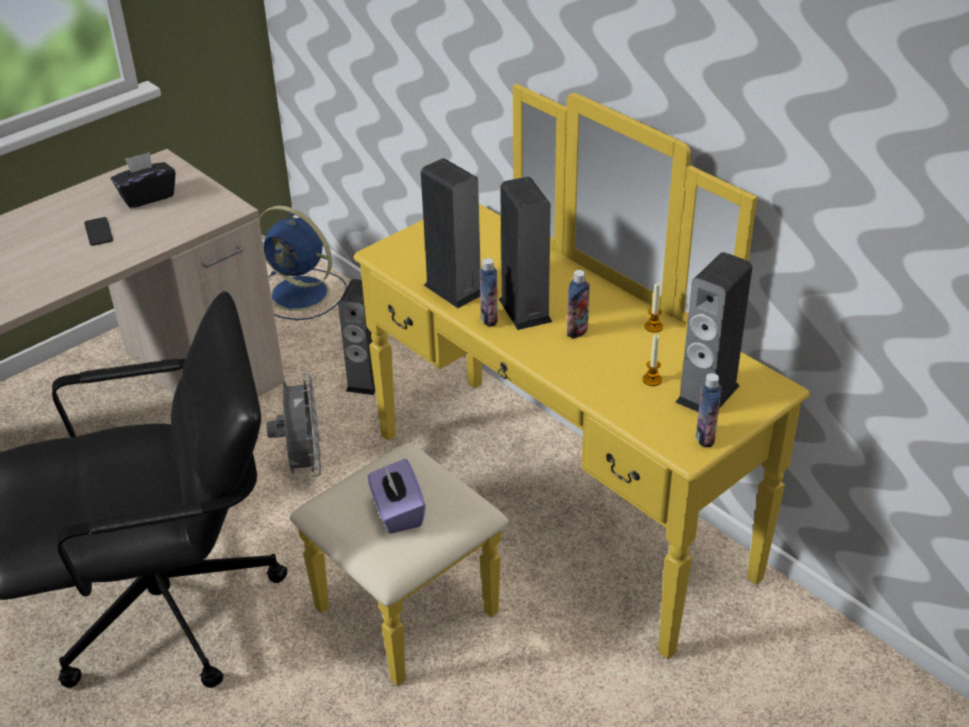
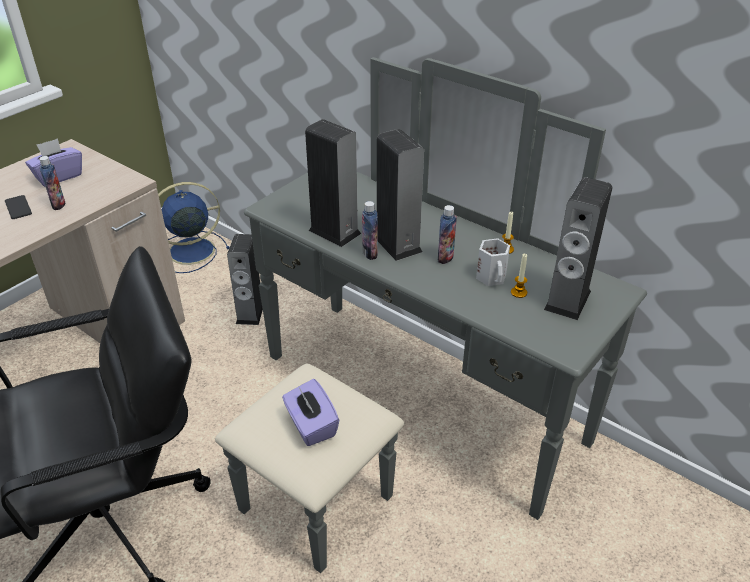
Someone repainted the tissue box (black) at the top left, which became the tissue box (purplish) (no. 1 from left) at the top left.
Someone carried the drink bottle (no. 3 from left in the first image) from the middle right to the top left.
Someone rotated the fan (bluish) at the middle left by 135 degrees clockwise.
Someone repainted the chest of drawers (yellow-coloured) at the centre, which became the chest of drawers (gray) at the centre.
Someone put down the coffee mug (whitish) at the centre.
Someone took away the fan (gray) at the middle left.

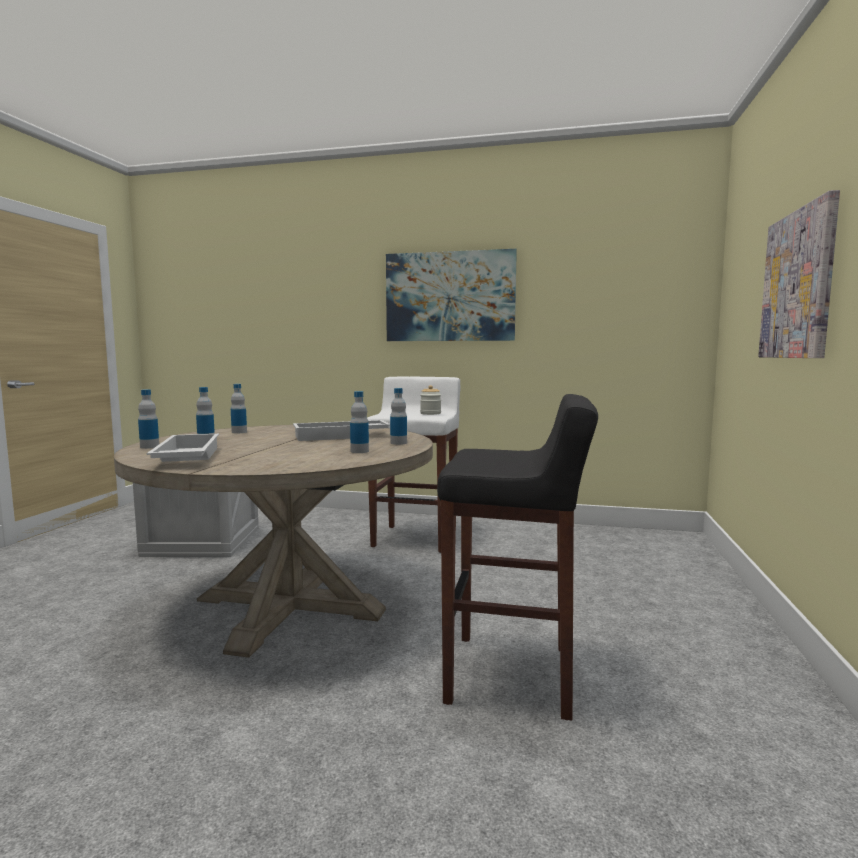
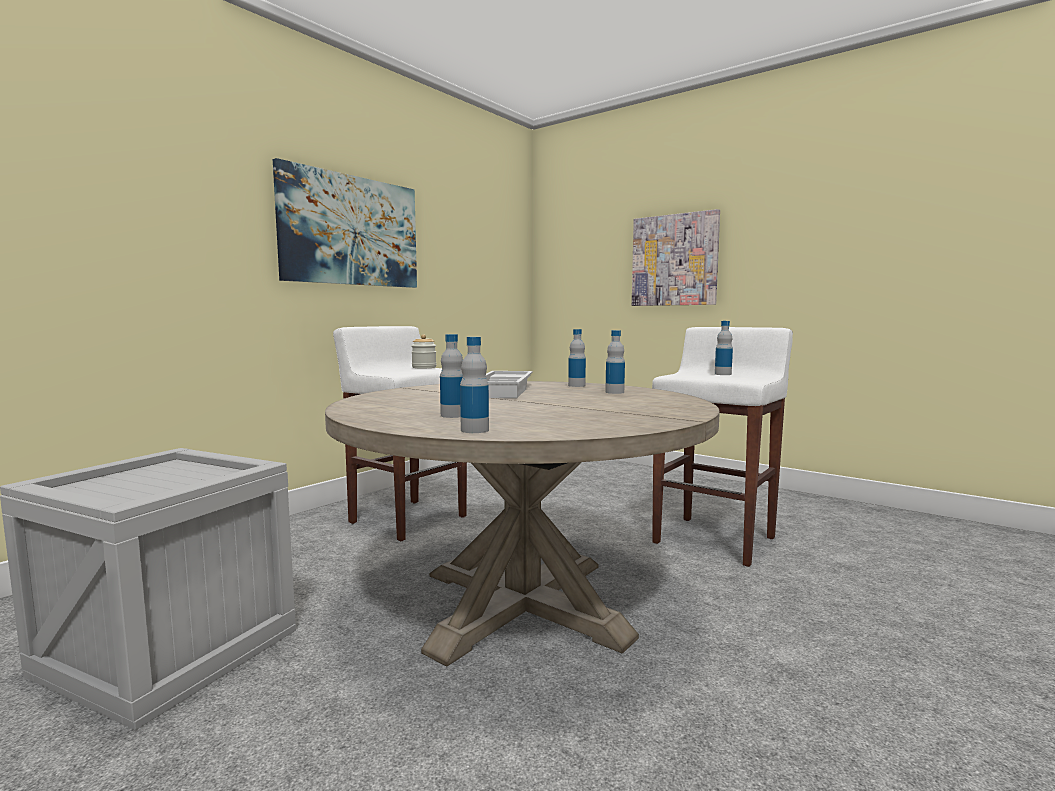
Someone repainted the stool (black) at the centre, which became the stool (whitish) (no. 2 from left) at the middle right.
Someone carried the drink bottle (no. 3 from left in the first image) from the middle left to the middle right.
Someone took away the carrying tray (whitish) (no. 1 from left) at the middle left.

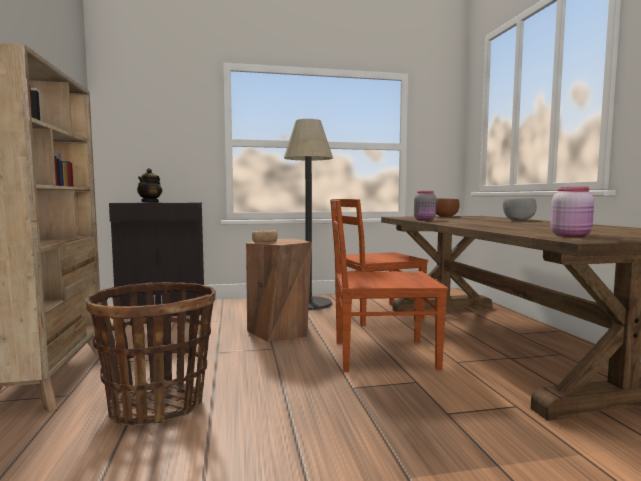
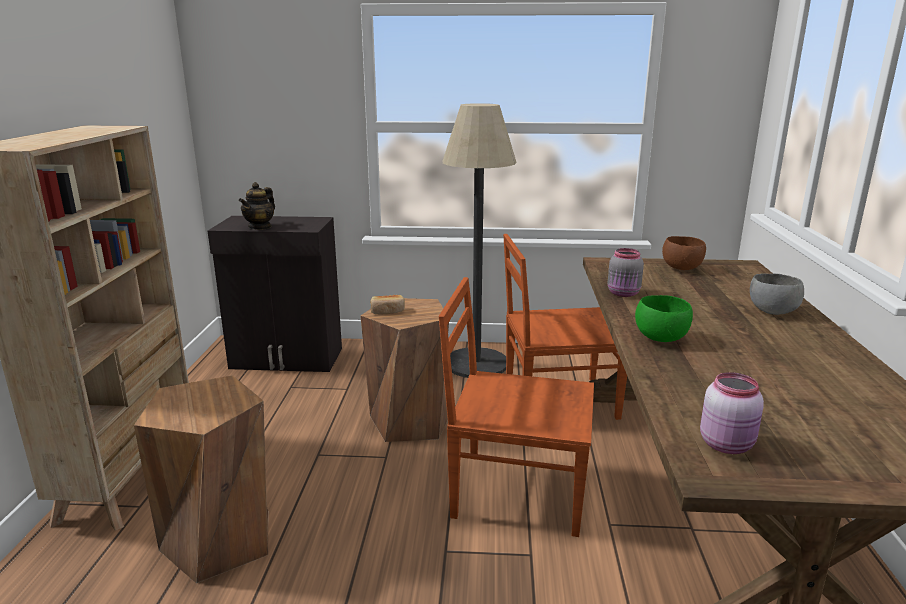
Someone swapped the basket at the bottom left for the stool (brown) (no. 1 from left) at the bottom left.
Someone put down the bowl (green) at the middle right.

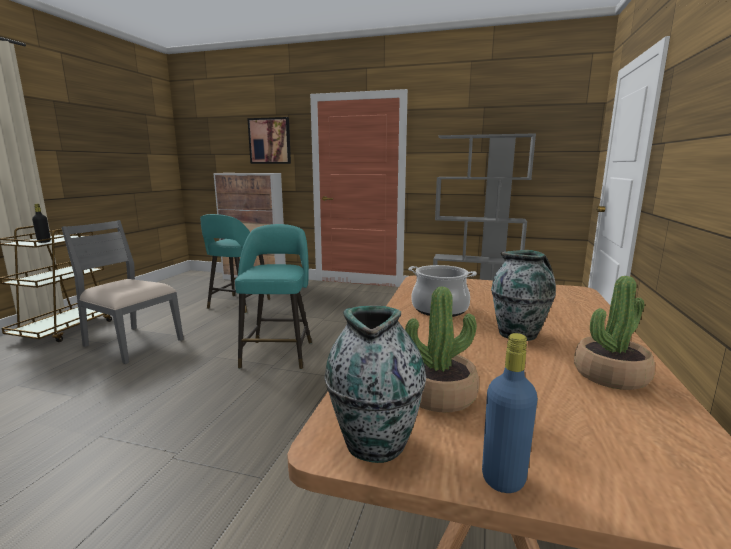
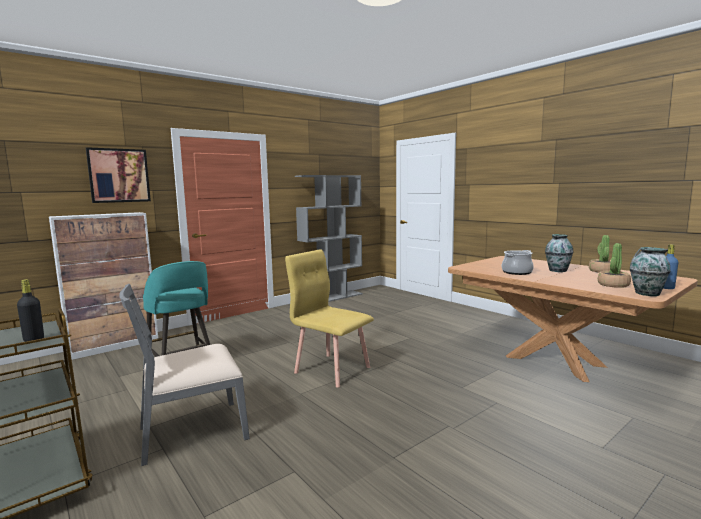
Someone swapped the stool (blue-green) (no. 2 from left) at the centre for the chair (yellow-coloured) at the centre.

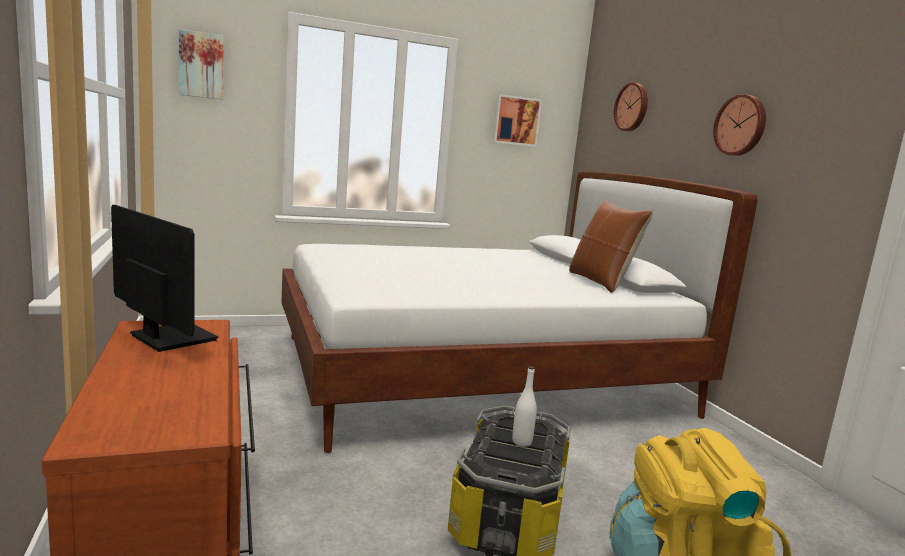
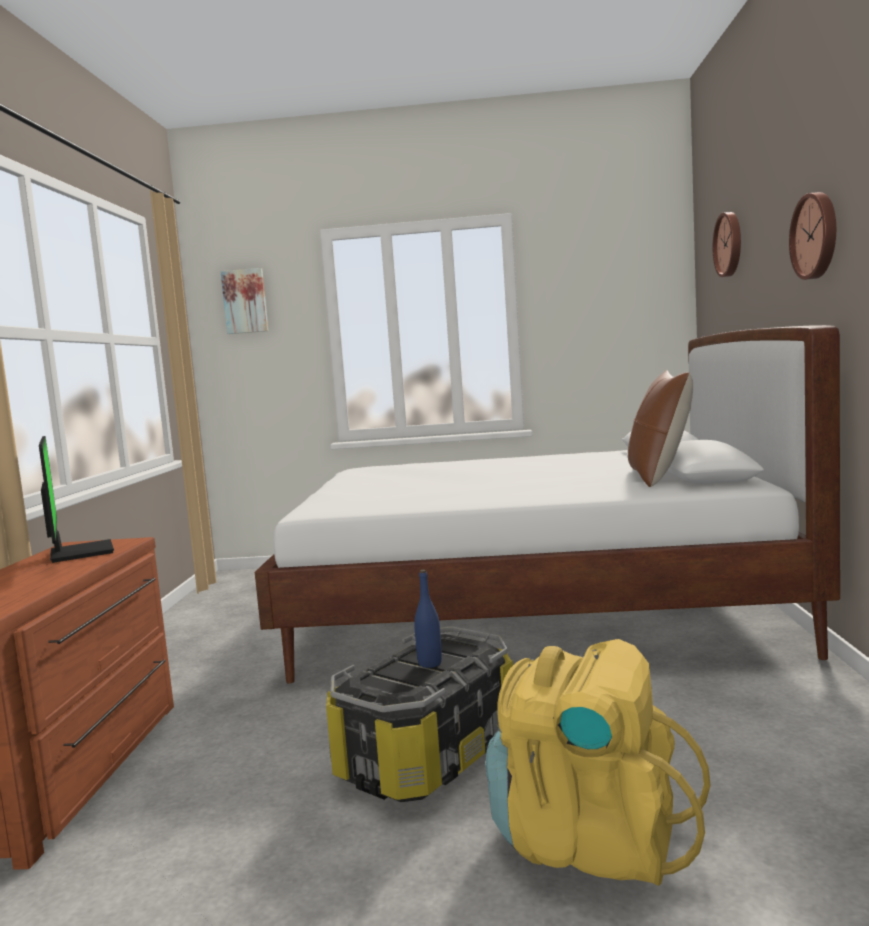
Someone repainted the drink bottle (whitish) at the bottom centre, which became the drink bottle (bluish) at the bottom centre.
Someone took away the picture (no. 2 from left) at the top centre.

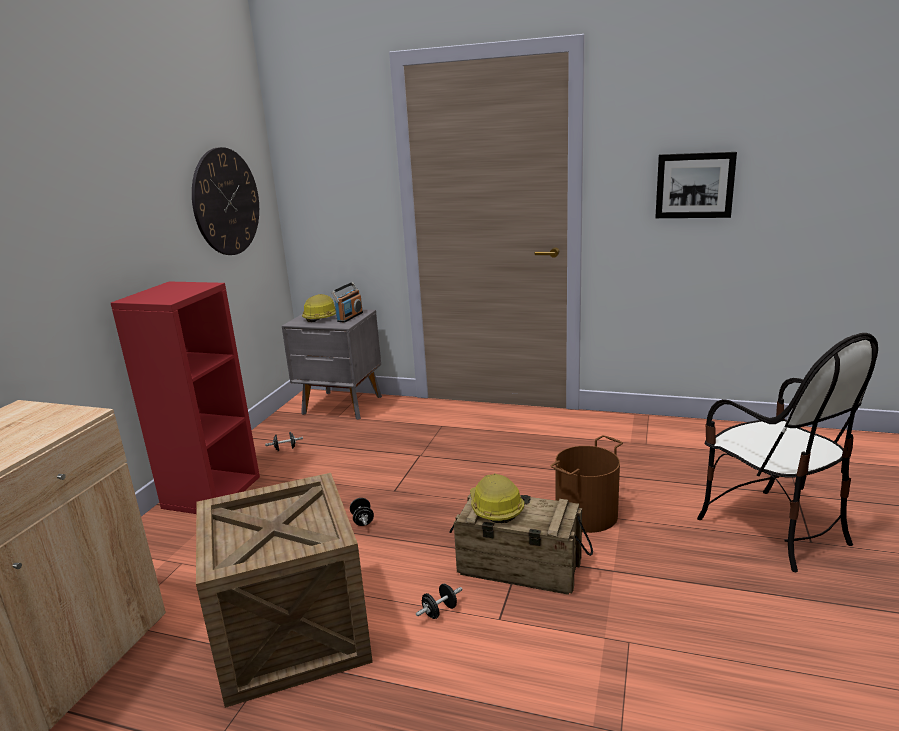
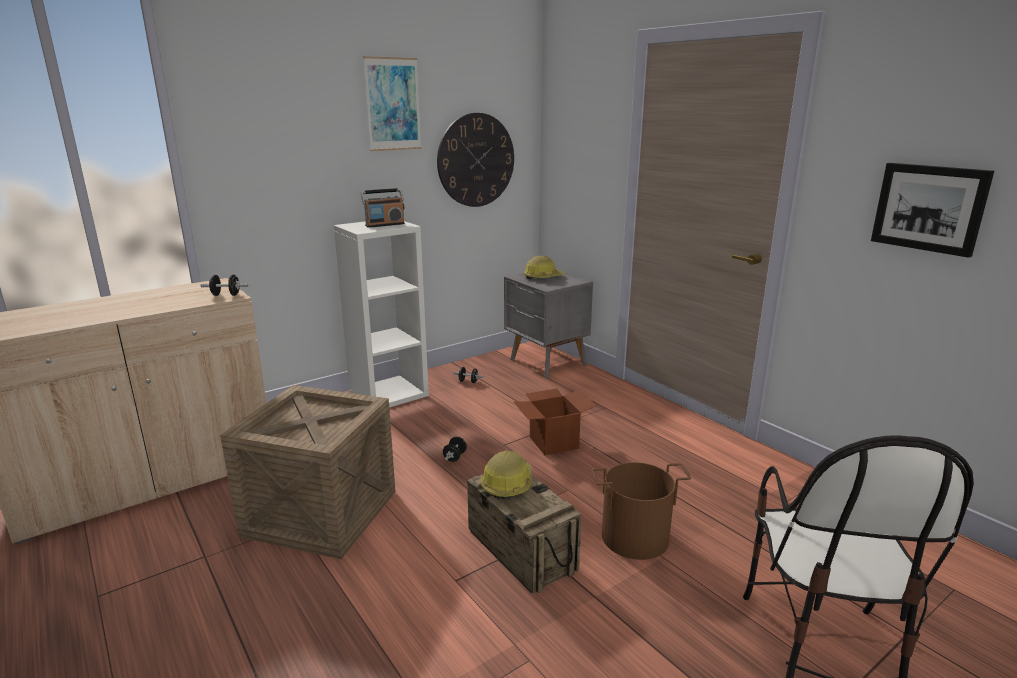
Someone carried the dumbbell (black) (no. 3 from left in the first image) from the bottom centre to the middle left.
Someone repainted the shelving unit (red) at the middle left, which became the shelving unit (whitish) at the centre.
Someone carried the radio receiver from the centre to the top centre.
Someone put up the picture (no. 1 from left) at the top centre.
Someone put down the cardboard box at the centre.

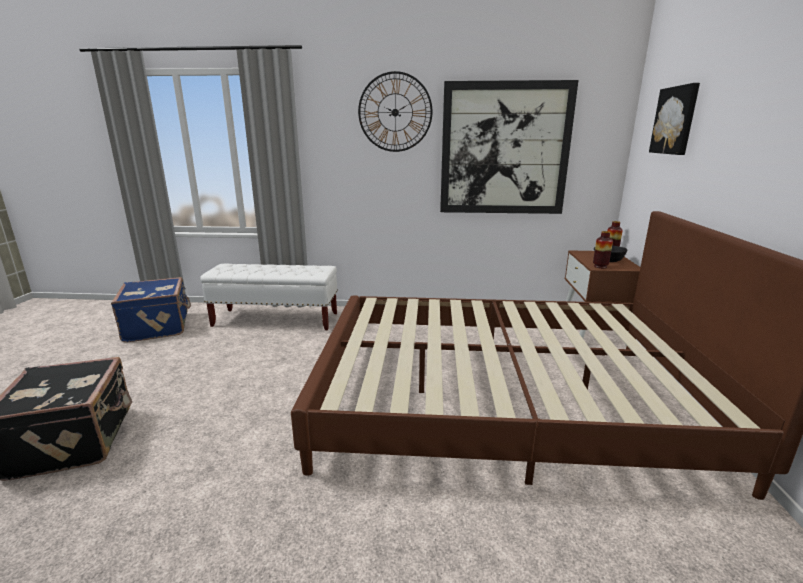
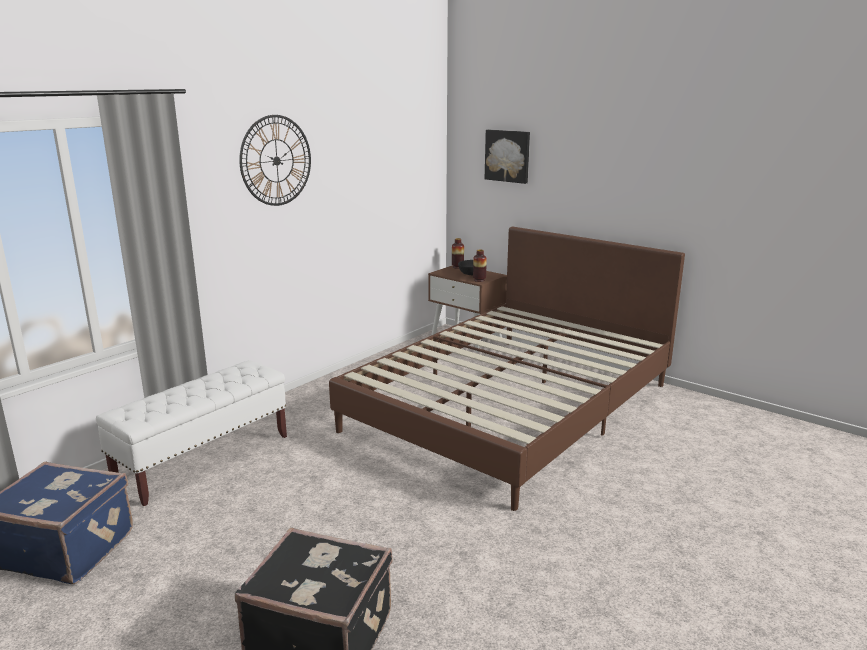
Someone took away the picture (no. 1 from left) at the top centre.

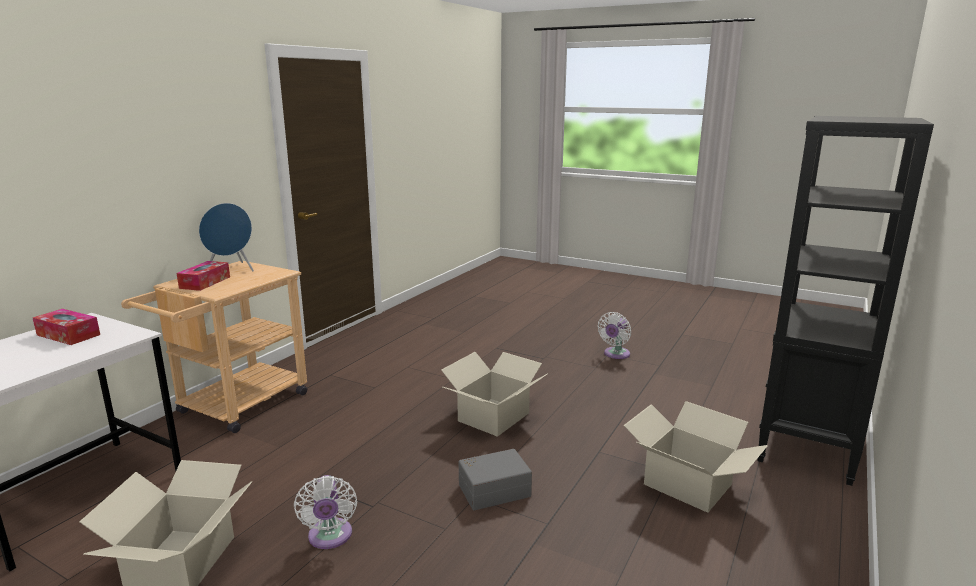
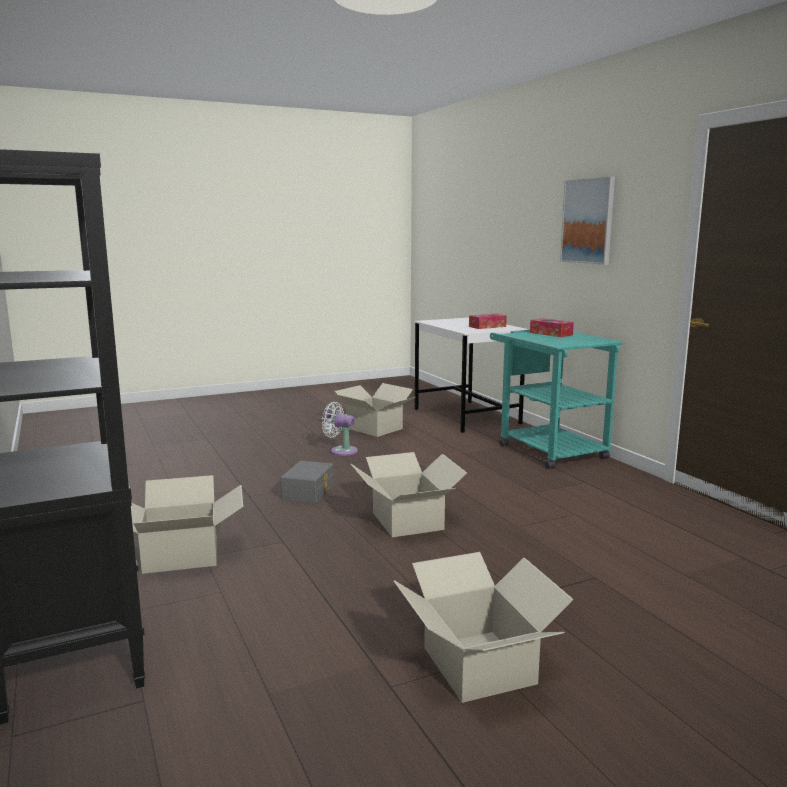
Someone swapped the fan (whitish) (no. 2 from left) at the centre for the cardboard box (no. 4 from left) at the bottom centre.
Someone repainted the cart (beige) at the middle left, which became the cart (blue-green) at the middle right.
Someone put up the picture at the top right.
Someone took away the loudspeaker (bluish) at the middle left.

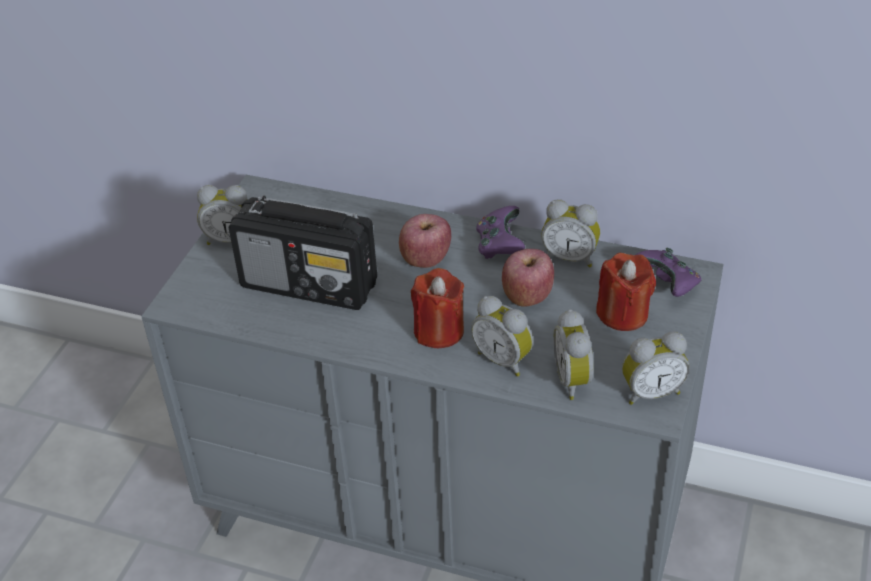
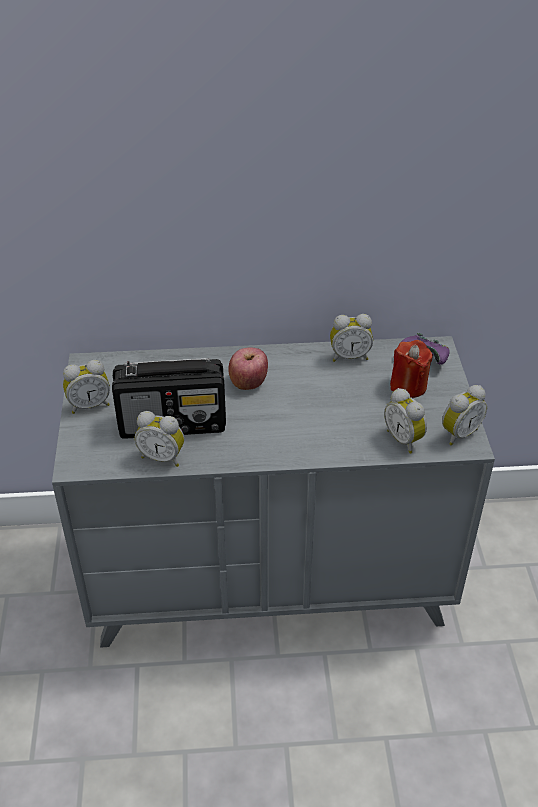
Someone carried the bedside clock (no. 2 from left) from the centre to the middle left.
Someone took away the wax light (red) (no. 1 from left) at the centre.
Someone took away the joypad (purplish) (no. 1 from left) at the centre.
Someone took away the apple fruit (no. 2 from left) at the centre.

